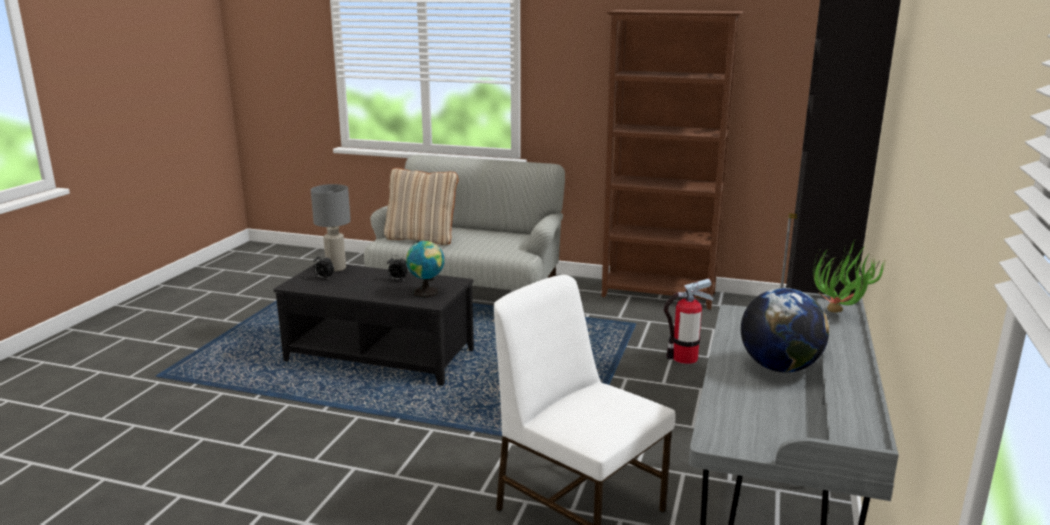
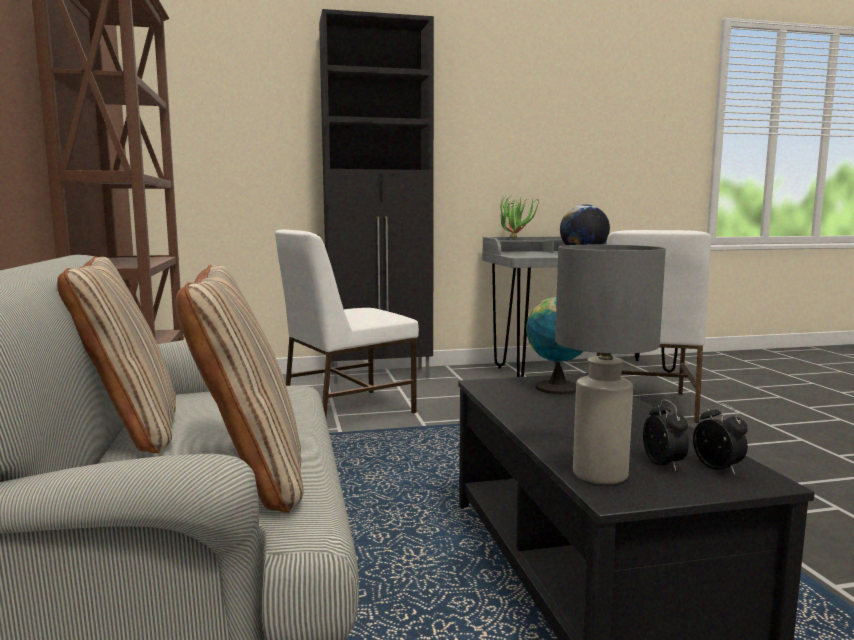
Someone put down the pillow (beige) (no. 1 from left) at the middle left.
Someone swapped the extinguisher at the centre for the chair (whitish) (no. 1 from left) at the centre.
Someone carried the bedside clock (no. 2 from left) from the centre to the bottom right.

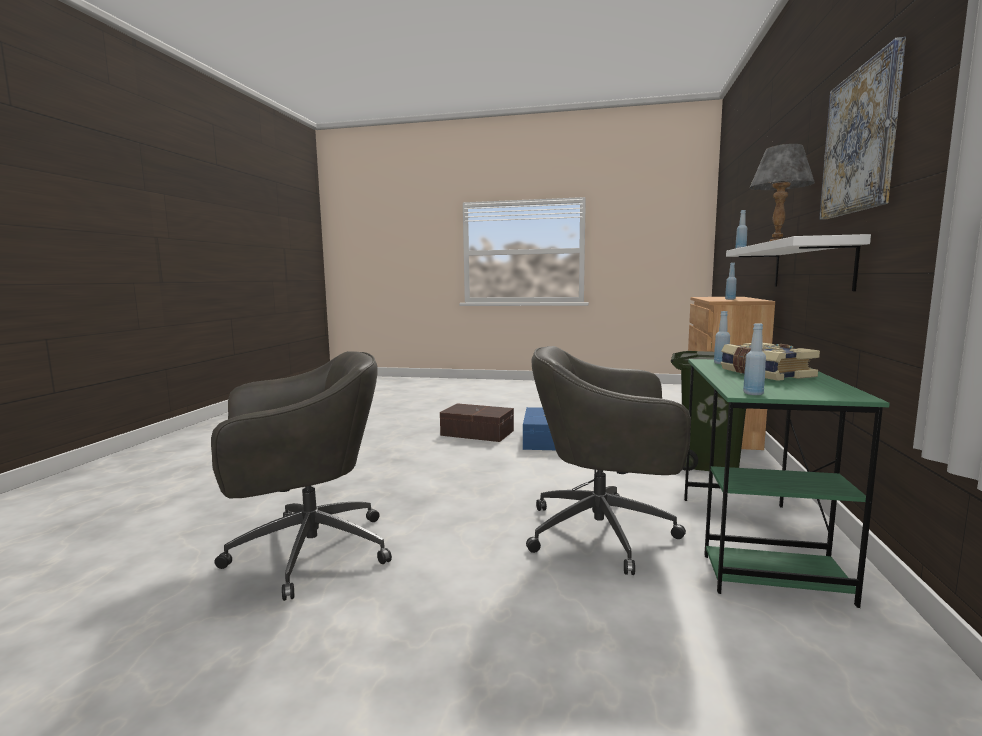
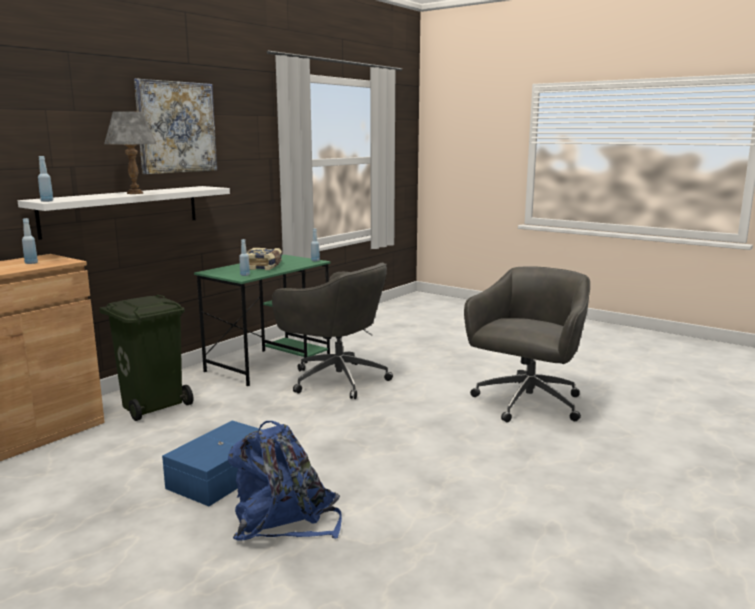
Someone swapped the storage bin (brown) at the centre for the knapsack (bluish) at the bottom centre.
Someone rotated the office chair (gray) (no. 1 from left in the first image) at the middle left by 120 degrees clockwise.

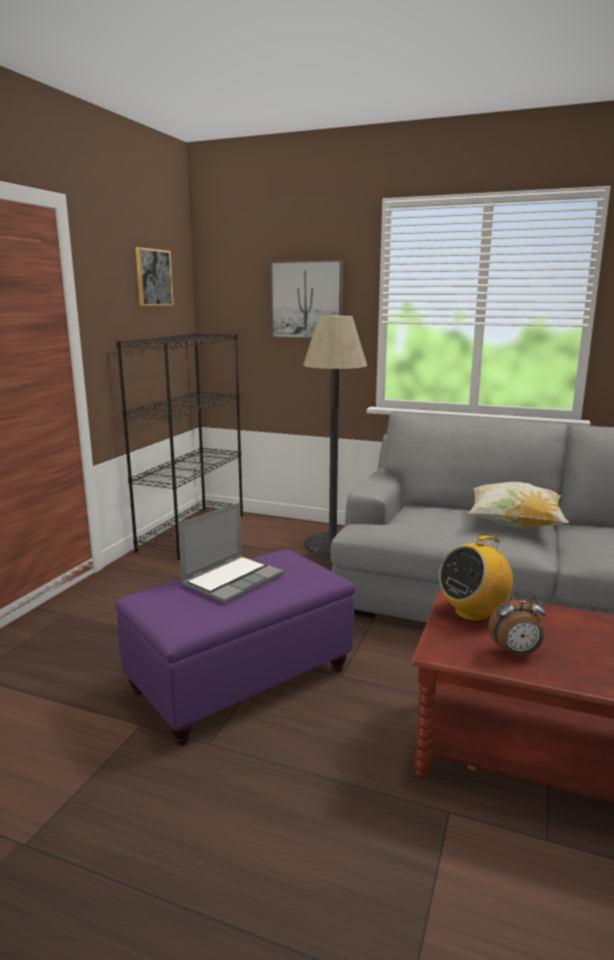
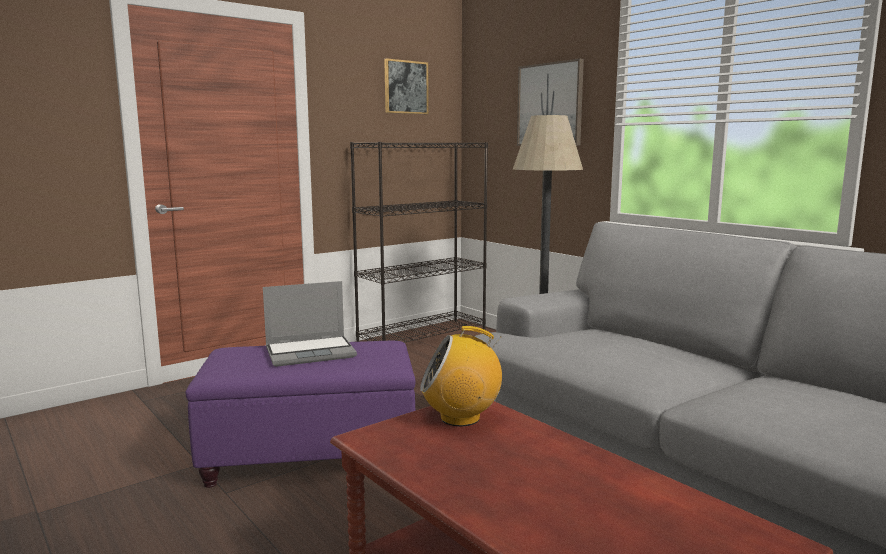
Someone took away the pillow at the middle right.
Someone took away the bedside clock at the middle right.

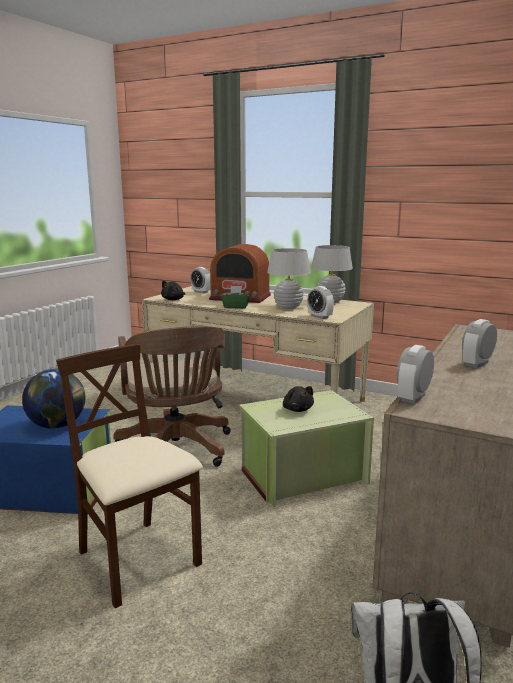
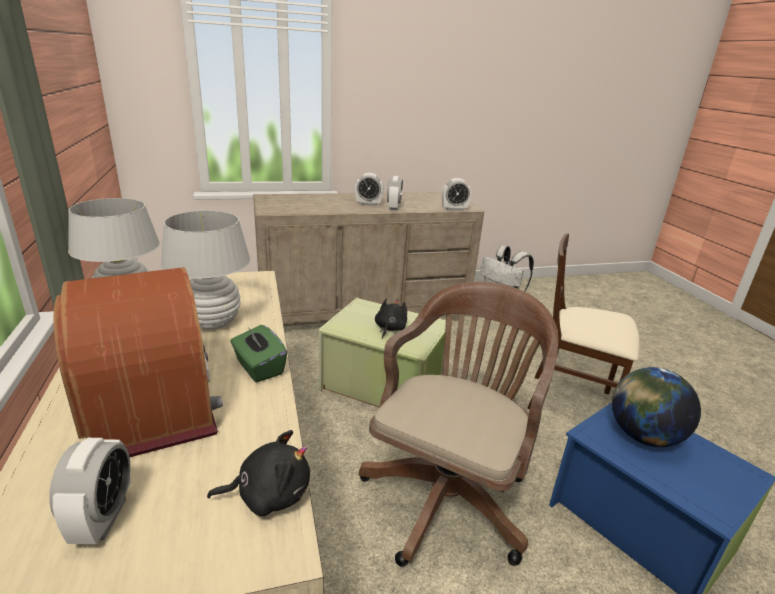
Someone carried the bedside clock (no. 2 from left in the first image) from the centre to the top centre.
Someone rotated the chair (beige) at the bottom left by 105 degrees clockwise.

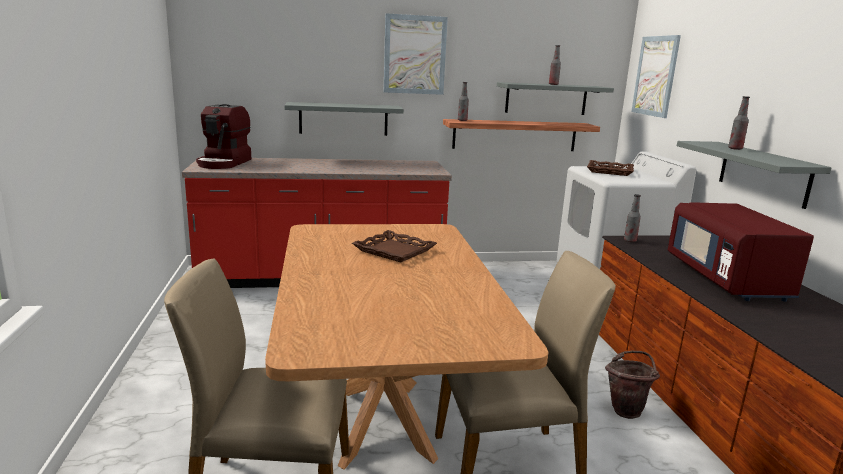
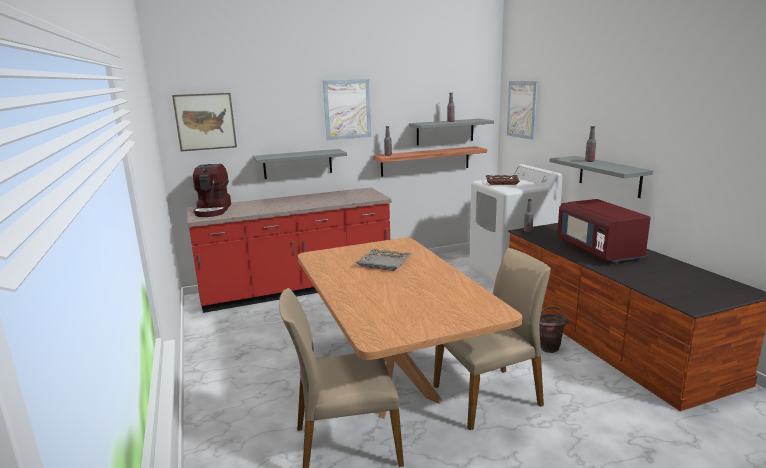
Someone put up the picture (no. 1 from left) at the top left.
Someone repainted the carrying tray (brown) (no. 1 from left) at the centre, which became the carrying tray (gray) at the centre.

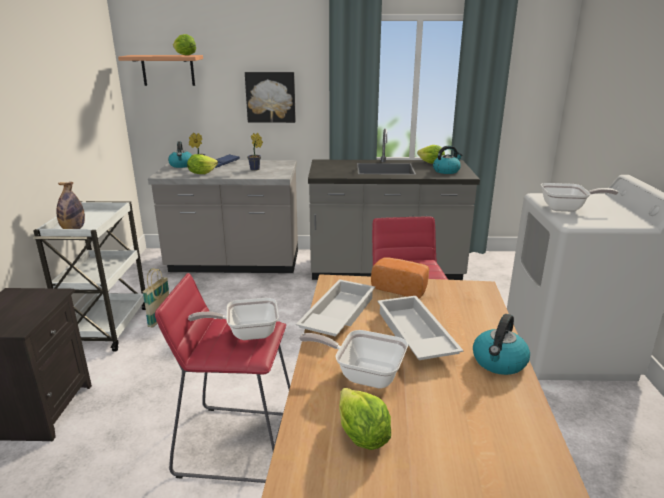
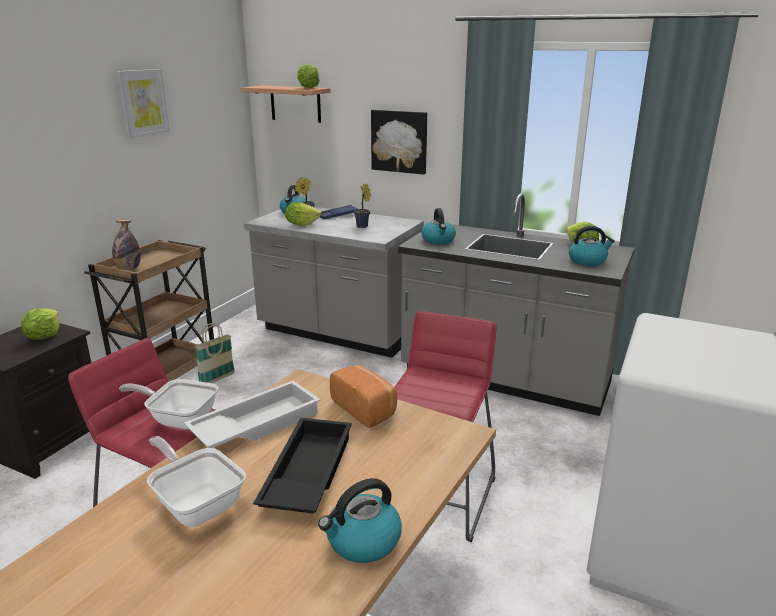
Someone carried the head of lettuce (no. 3 from left in the first image) from the bottom centre to the middle left.
Someone repainted the cart (whitish) at the middle left, which became the cart (brown) at the middle left.
Someone put up the picture (no. 1 from left) at the top left.
Someone repainted the carrying tray (whitish) (no. 2 from left) at the centre, which became the carrying tray (black) at the bottom centre.
Someone put down the water kettle (no. 3 from left) at the centre.
Someone took away the frying pan (no. 3 from left) at the middle right.

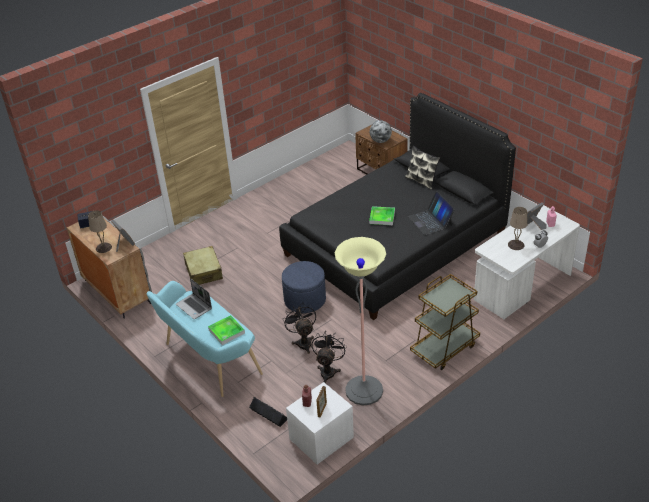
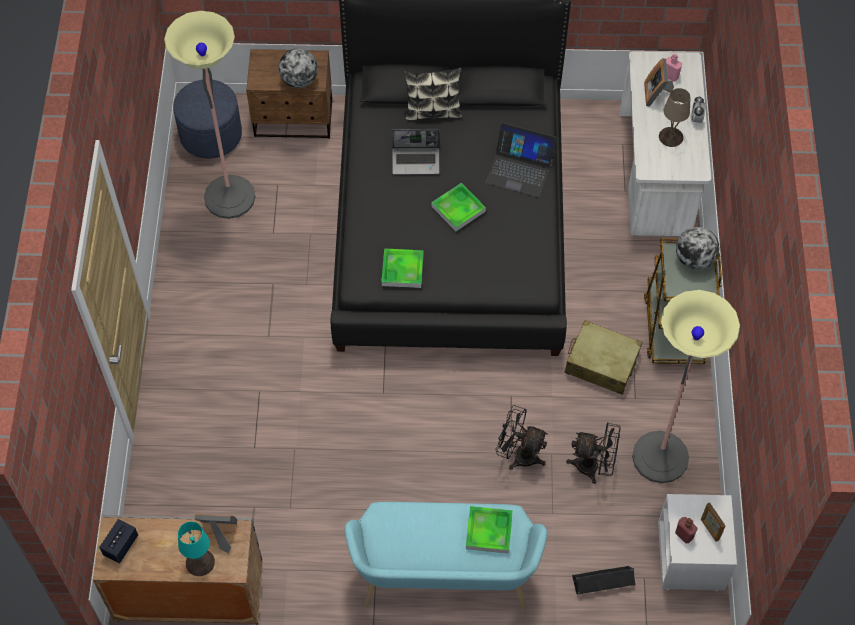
Someone put down the floor lamp (no. 1 from left) at the top left.
Someone carried the footrest (bluish) from the centre to the top left.
Someone repainted the tabletop lamp (beige) (no. 1 from left) at the middle left, which became the tabletop lamp (blue-green) at the bottom left.
Someone put down the carrying tray (no. 1 from left) at the centre.
Someone carried the portable computer (no. 1 from left) from the middle left to the top centre.
Someone carried the piece of luggage (beige) from the middle left to the middle right.
Someone rotated the fan (black) (no. 2 from left) at the bottom centre by 135 degrees clockwise.
Someone put down the globe (no. 2 from left) at the middle right.

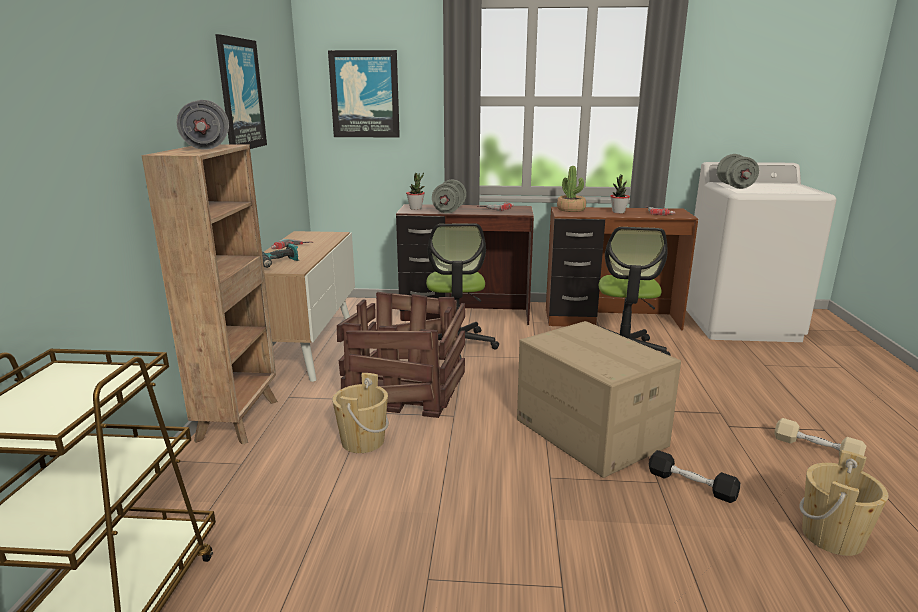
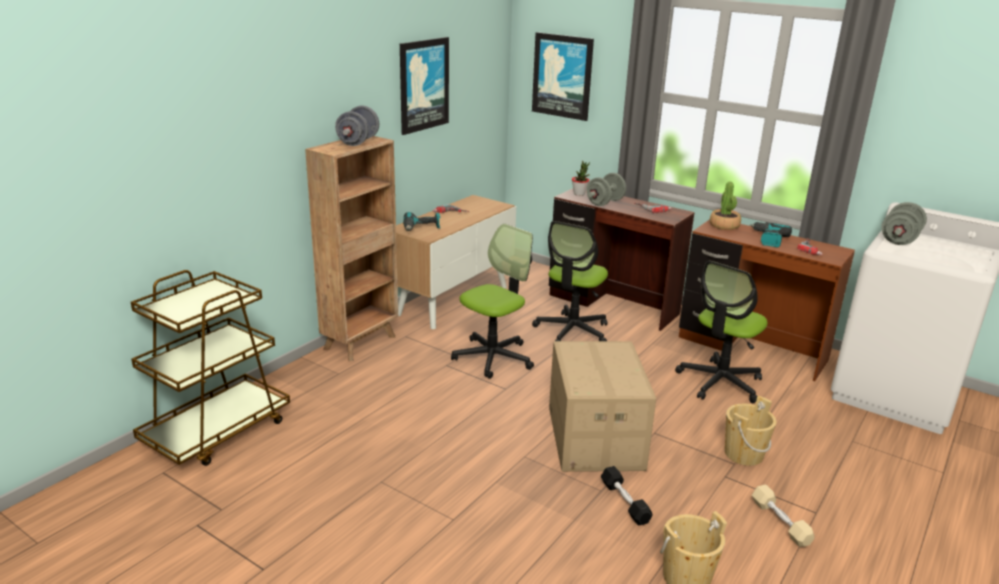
Someone swapped the shipping crate at the centre for the office chair (no. 1 from left) at the centre.
Someone carried the bucket (beige) (no. 1 from left in the first image) from the bottom centre to the bottom right.
Someone swapped the plant in a pot (no. 3 from left) at the top right for the electric drill (no. 4 from left) at the middle right.

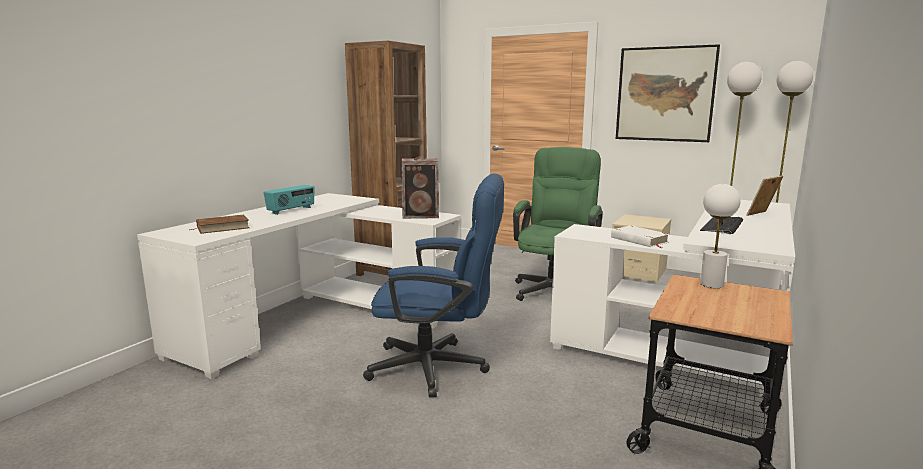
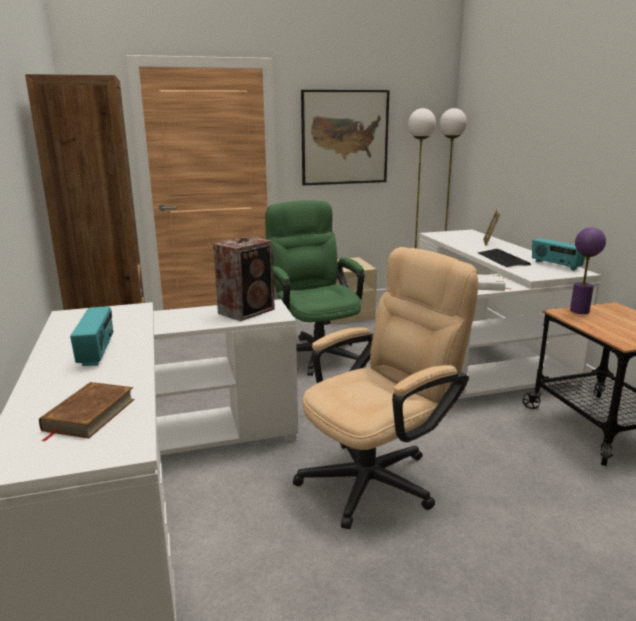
Someone repainted the office chair (bluish) at the centre, which became the office chair (beige) at the centre.
Someone put down the radio receiver (no. 2 from left) at the middle right.
Someone repainted the tabletop lamp (whitish) at the middle right, which became the tabletop lamp (purplish) at the middle right.

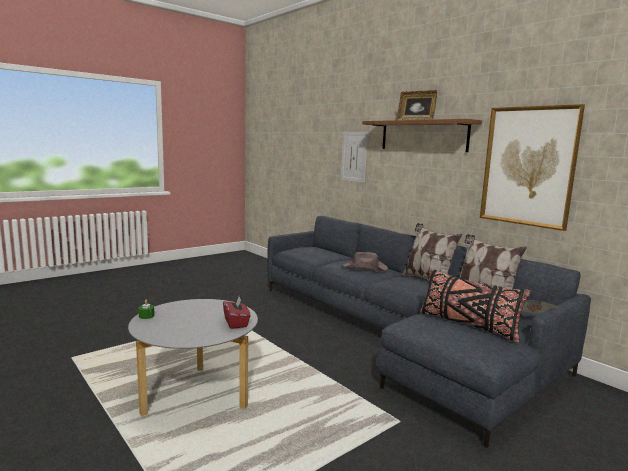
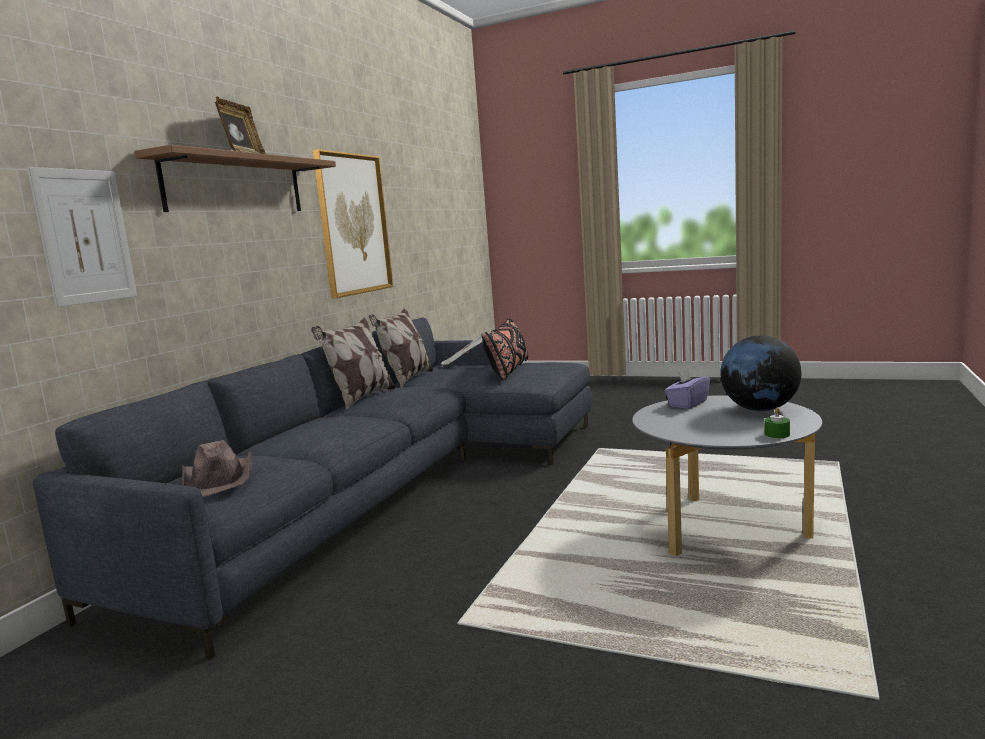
Someone carried the wearable hat (brown) from the centre to the middle left.
Someone repainted the tissue box (red) at the centre, which became the tissue box (purplish) at the middle right.
Someone put down the globe at the middle right.

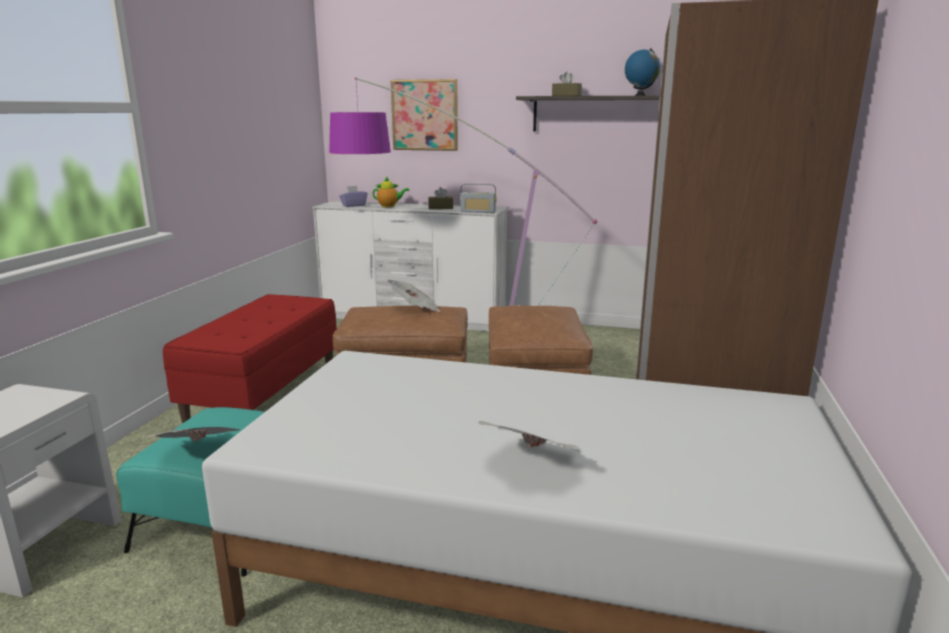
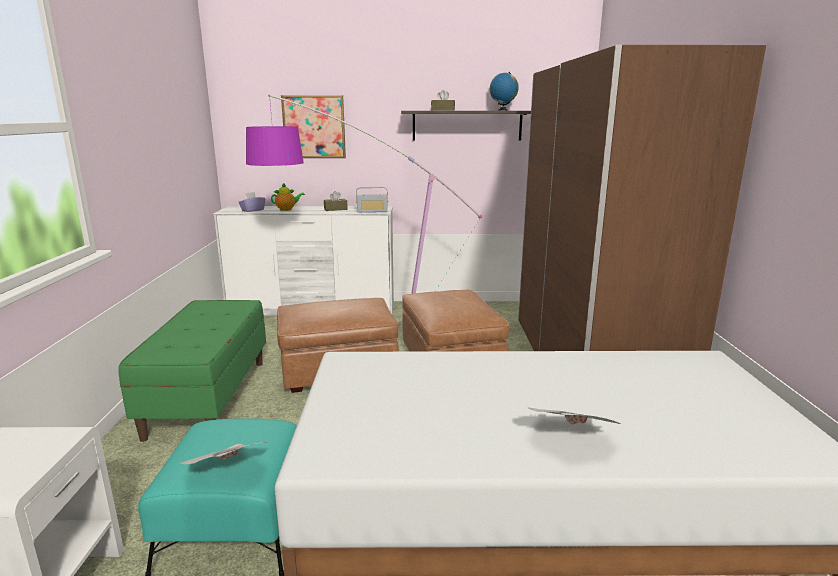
Someone repainted the indoor bench (red) at the middle left, which became the indoor bench (green) at the middle left.
Someone took away the newspaper (no. 2 from left) at the centre.

